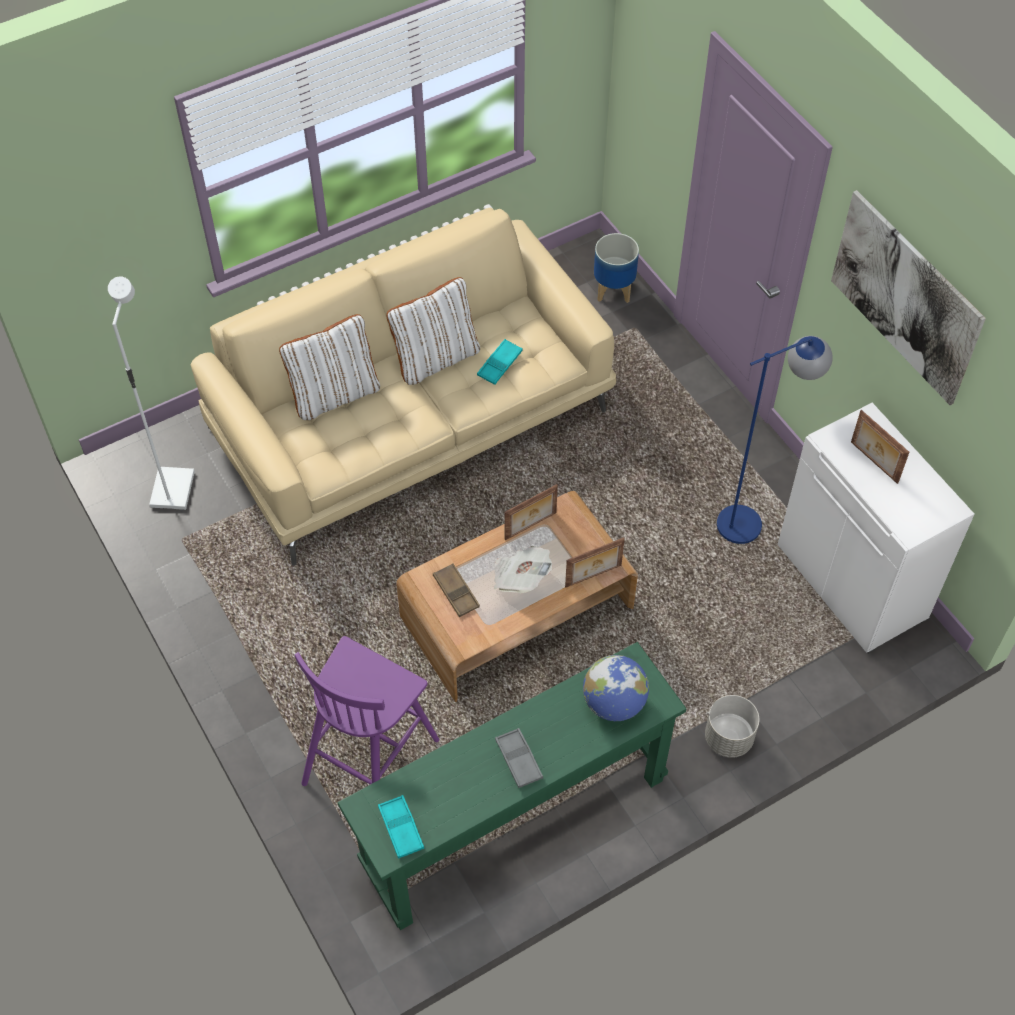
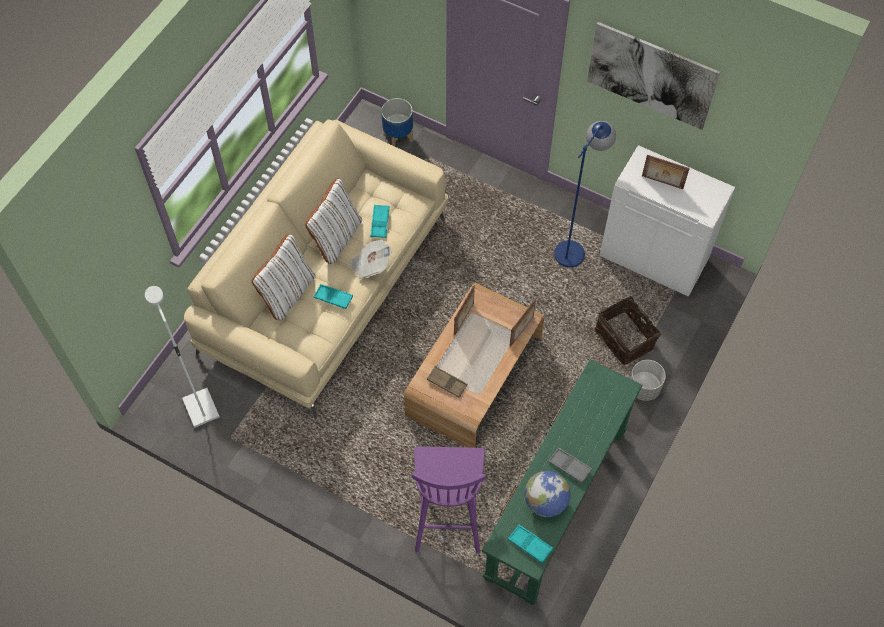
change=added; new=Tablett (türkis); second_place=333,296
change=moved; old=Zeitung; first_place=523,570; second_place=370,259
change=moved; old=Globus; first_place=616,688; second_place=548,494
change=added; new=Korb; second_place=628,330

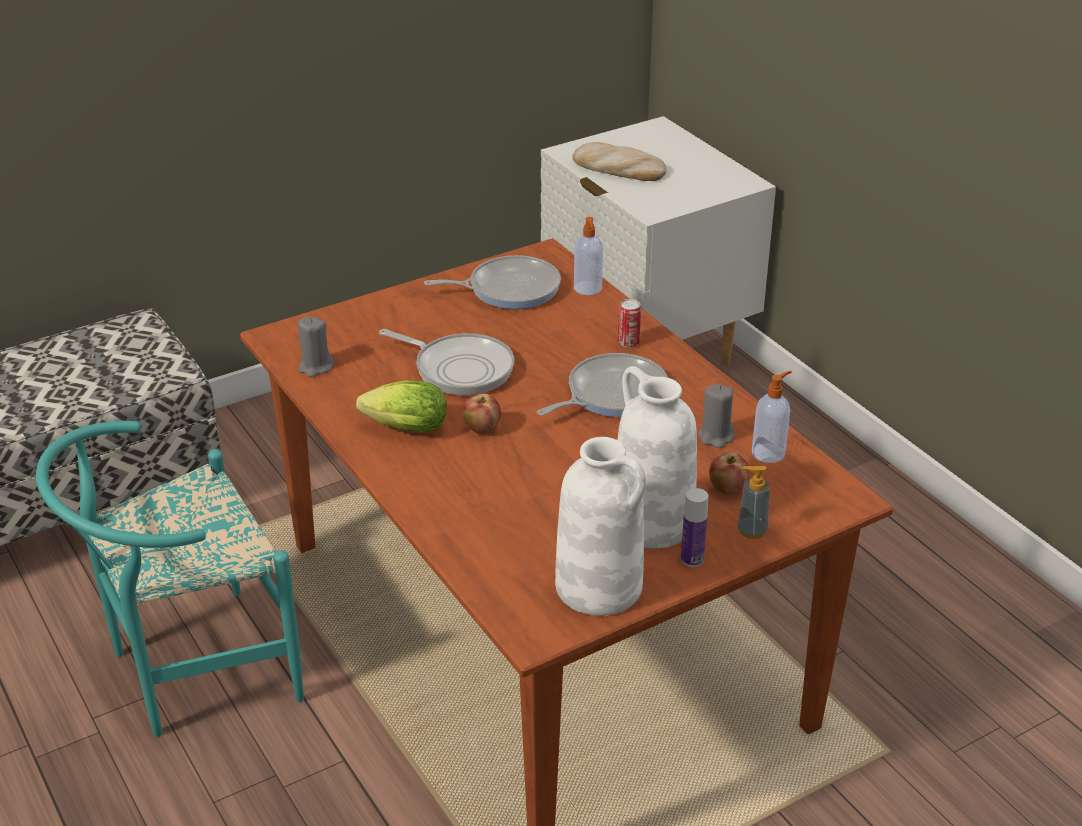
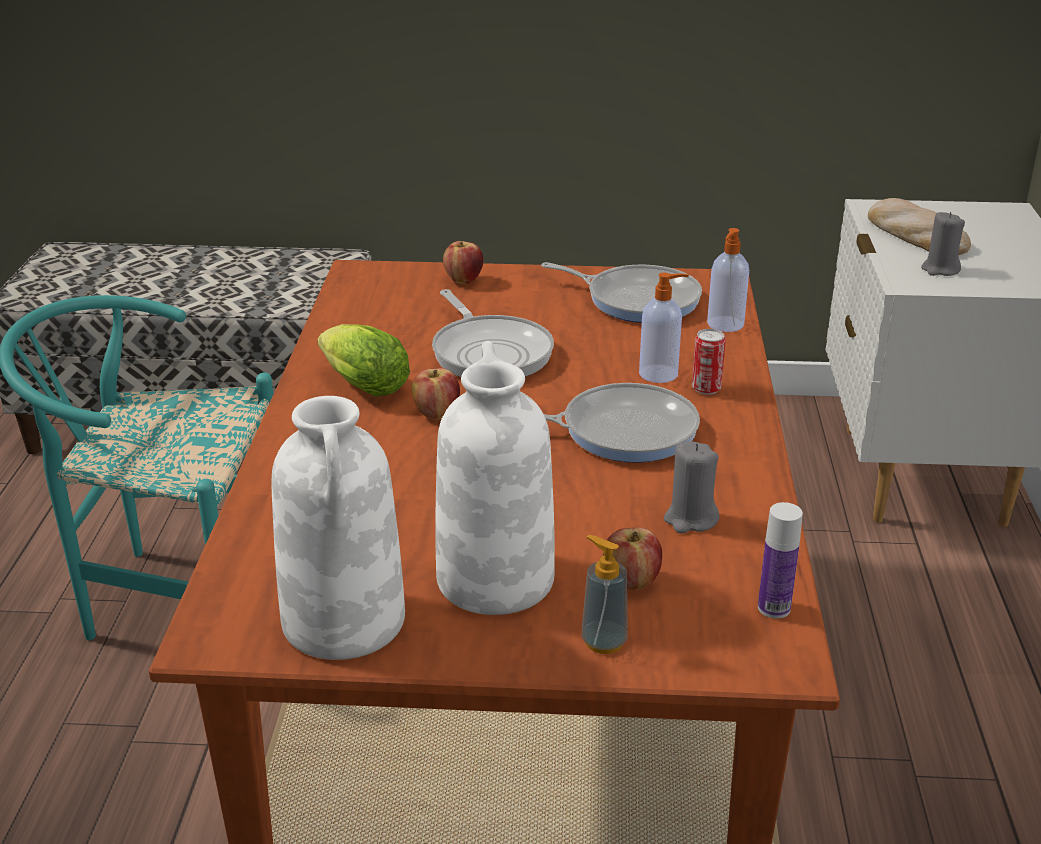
change=added; new=Apfel; second_place=463,262
change=moved; old=Seifenspender; first_place=772,417; second_place=664,328
change=moved; old=Flasche; first_place=694,527; second_place=780,560
change=moved; old=Kerze (grau); first_place=316,347; second_place=943,244

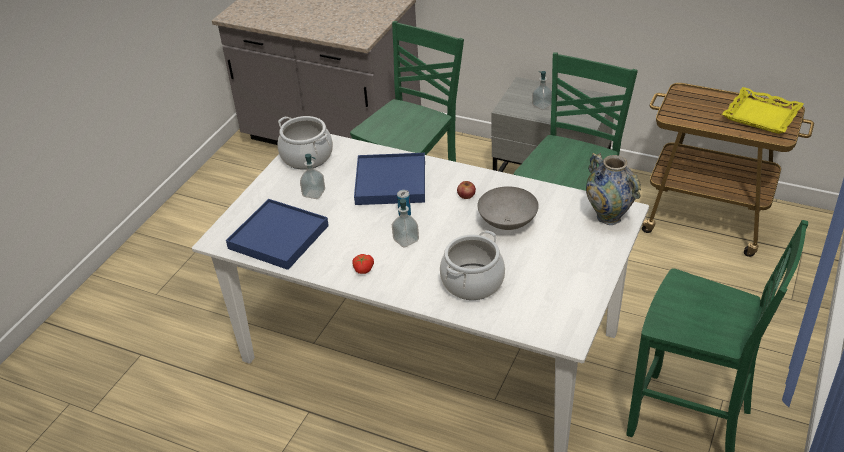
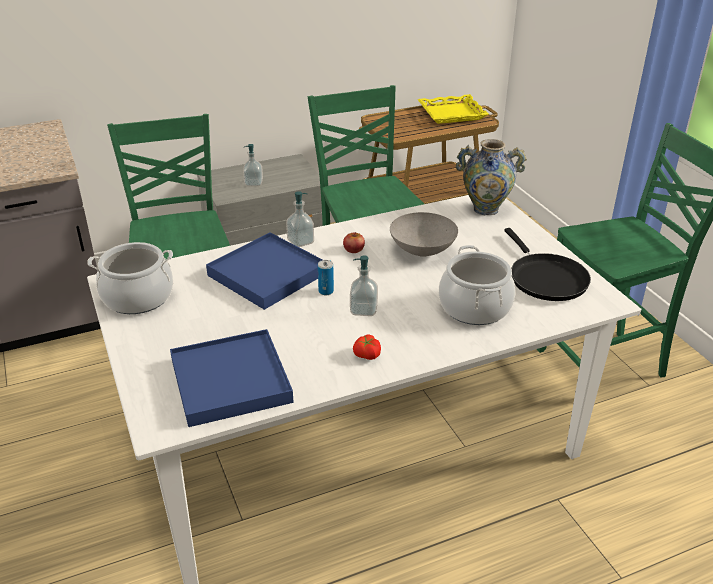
change=moved; old=Seifenspender; first_place=312,176; second_place=300,219
change=added; new=Pfanne (schwarz); second_place=547,264

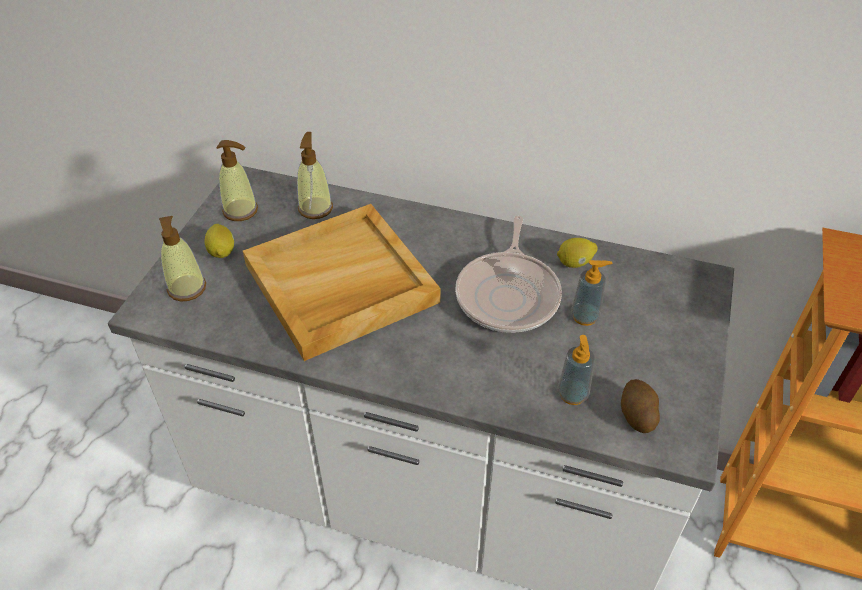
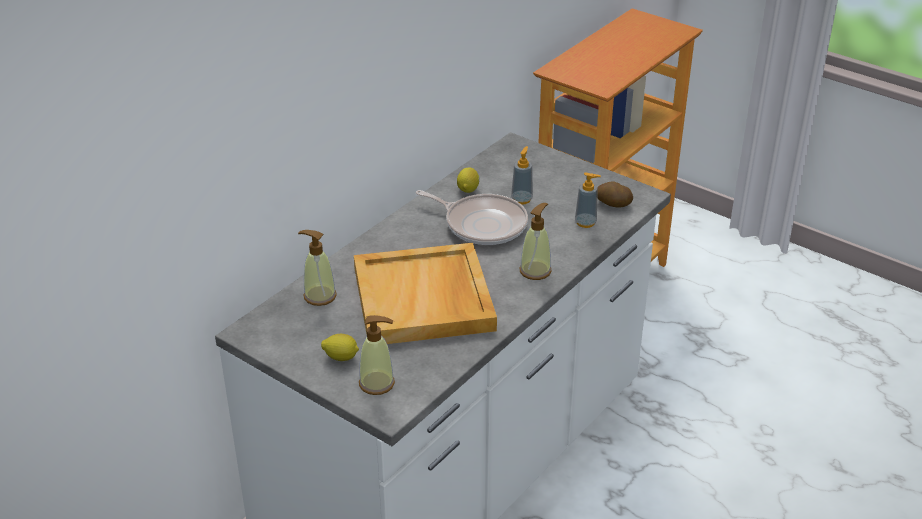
change=moved; old=Seifenspender; first_place=237,180; second_place=535,241

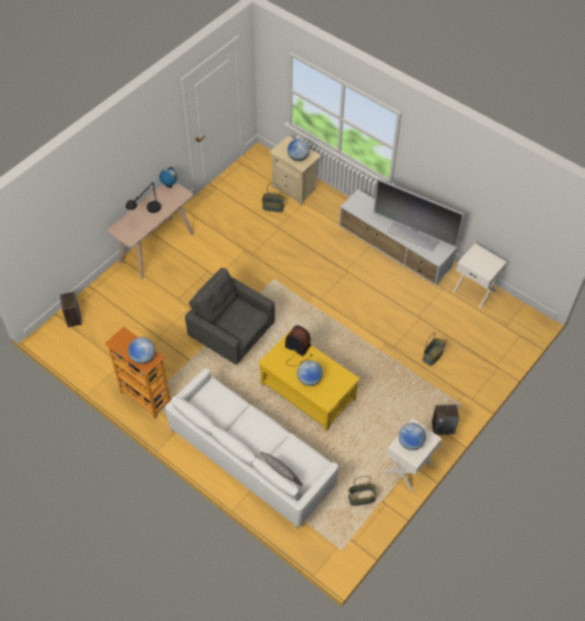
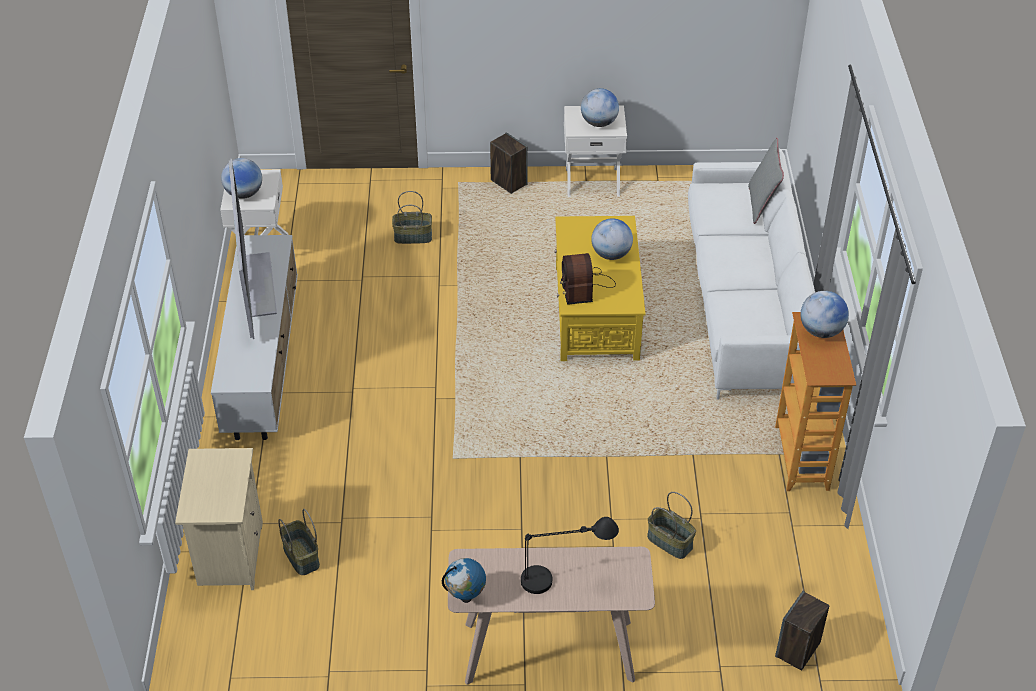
change=moved; old=Globus; first_place=298,150; second_place=241,178
change=moved; old=Korb; first_place=362,491; second_place=671,525
change=removed; old=Sessel (grau); first_place=230,316

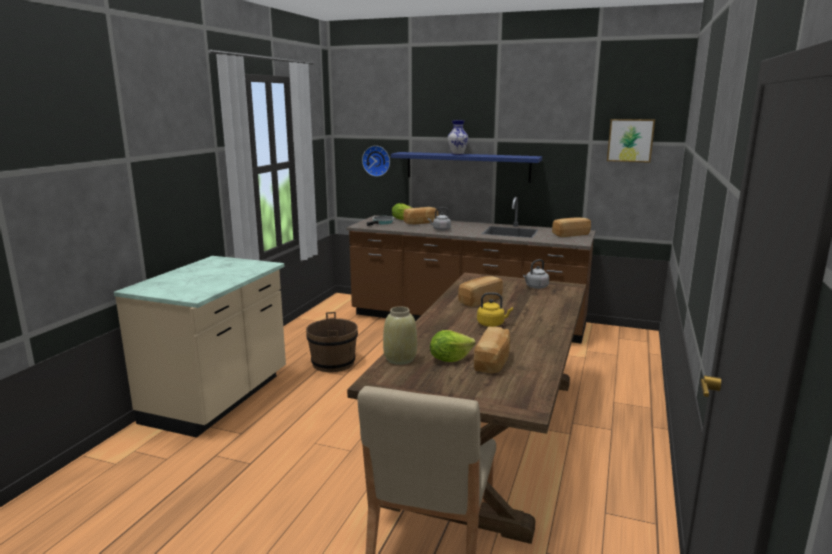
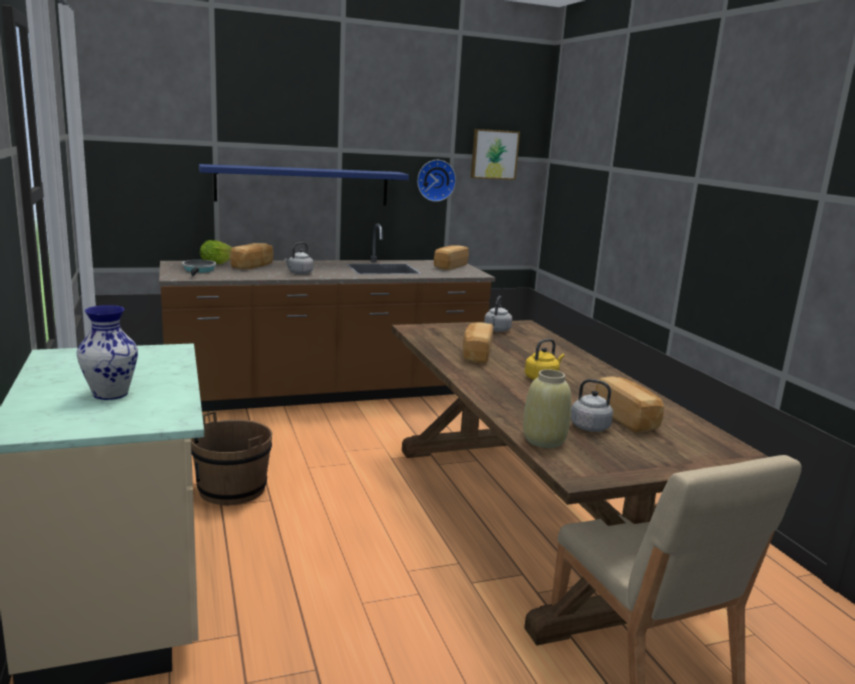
change=moved; old=Vase; first_place=458,138; second_place=107,352
change=moved; old=Wanduhr; first_place=376,161; second_place=436,181
change=replaced; old=Salatkopf; new=Wasserkessel (grau); first_place=453,346; second_place=592,405

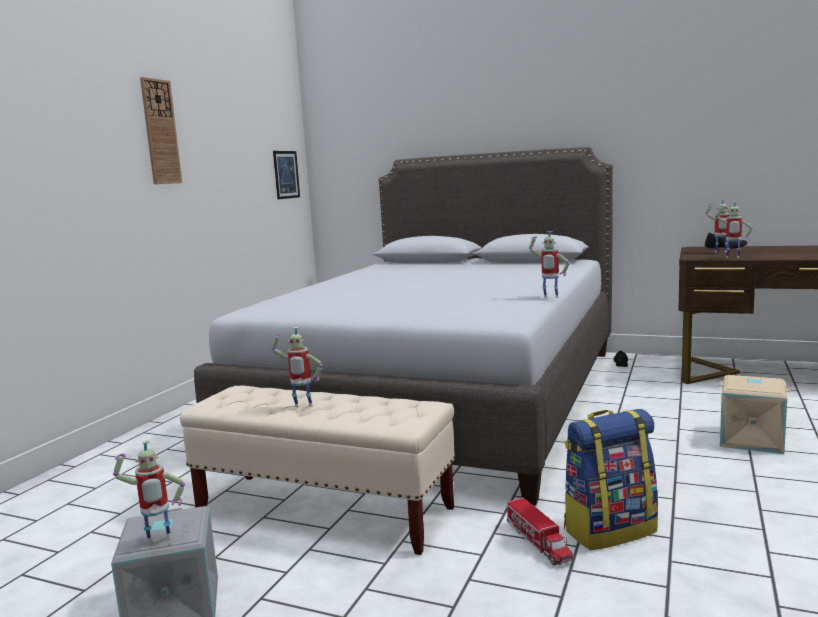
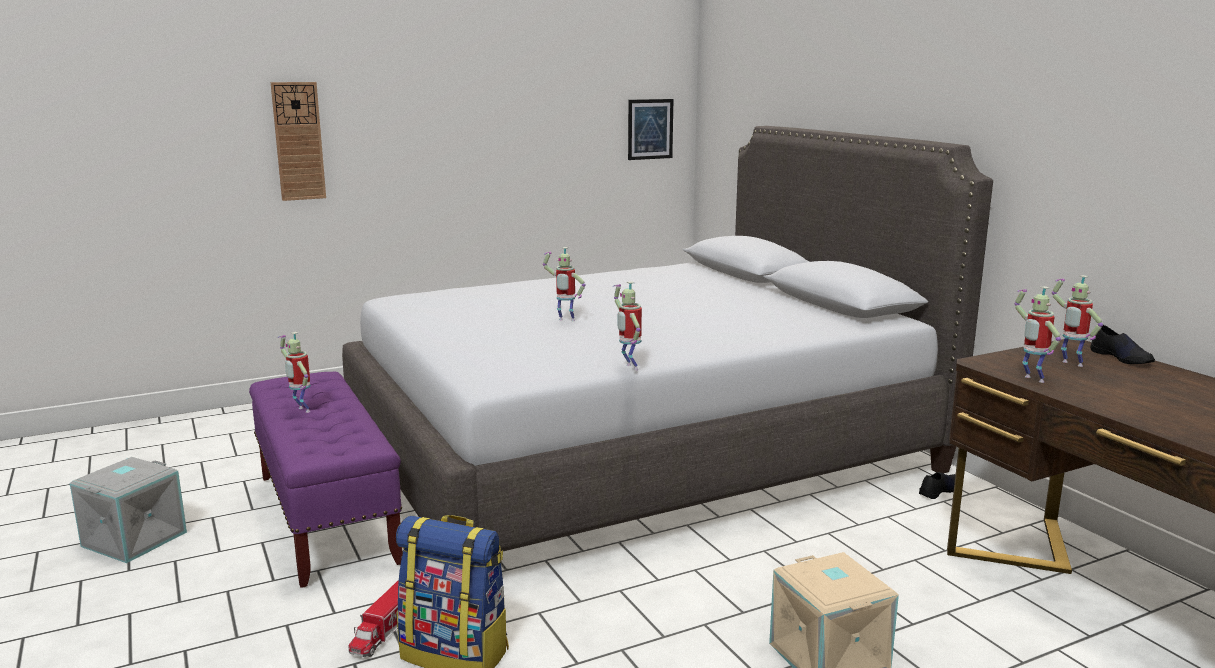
change=recoloured; old=Bank (beige); new=Bank (lila); first_place=317,470; second_place=326,480
change=moved; old=Wanduhr; first_place=161,130; second_place=298,141
change=moved; old=Spielzeugroboter; first_place=149,491; second_place=564,284

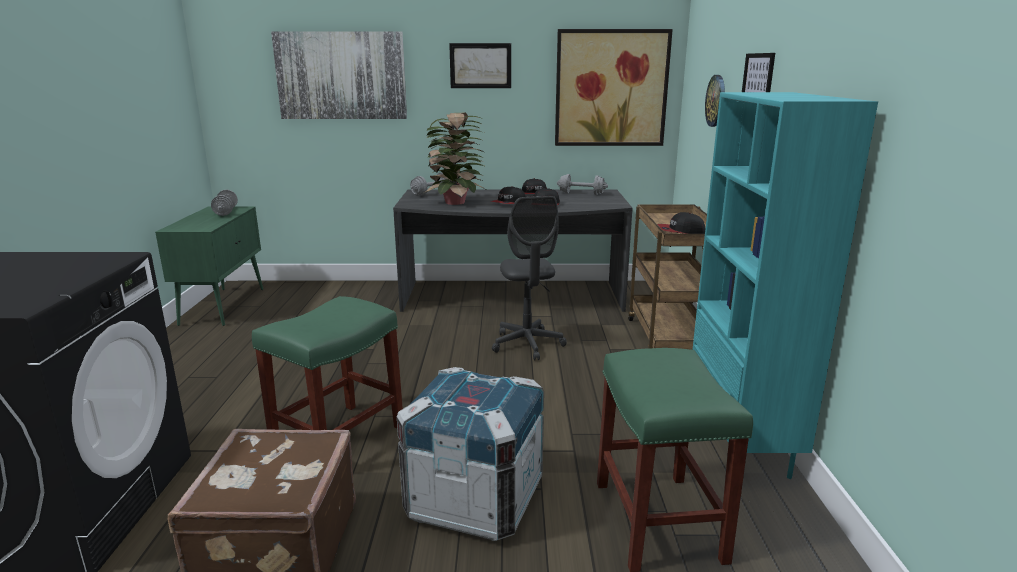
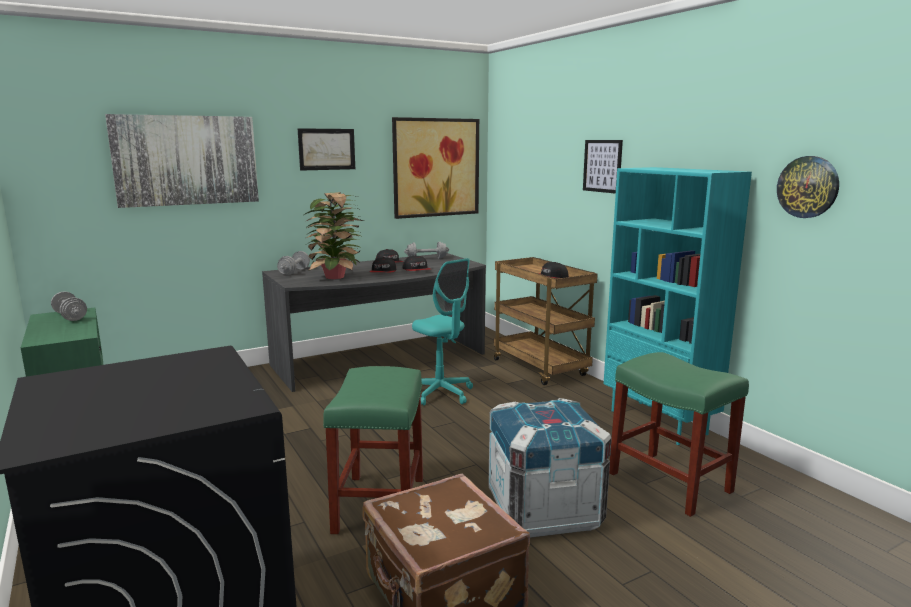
change=recoloured; old=Bürostuhl (grau); new=Bürostuhl (türkis); first_place=529,278; second_place=442,332
change=moved; old=Wanduhr; first_place=715,101; second_place=808,187

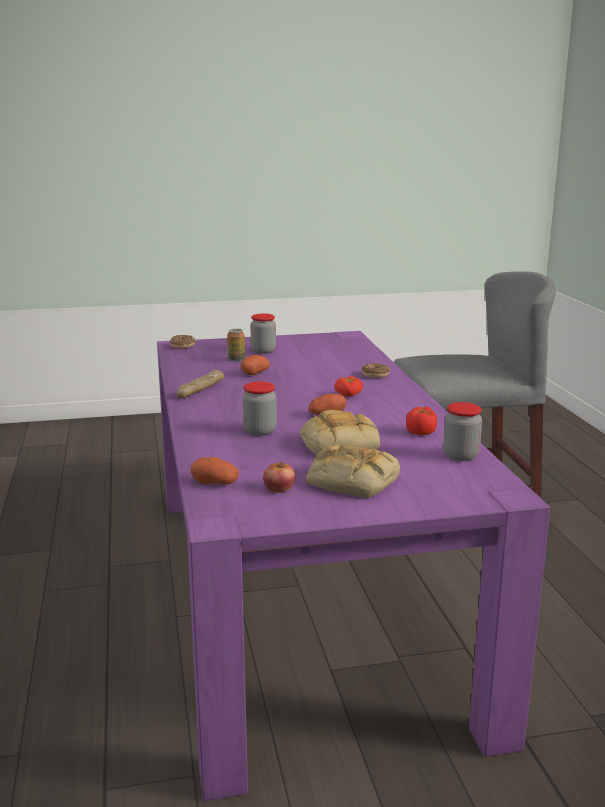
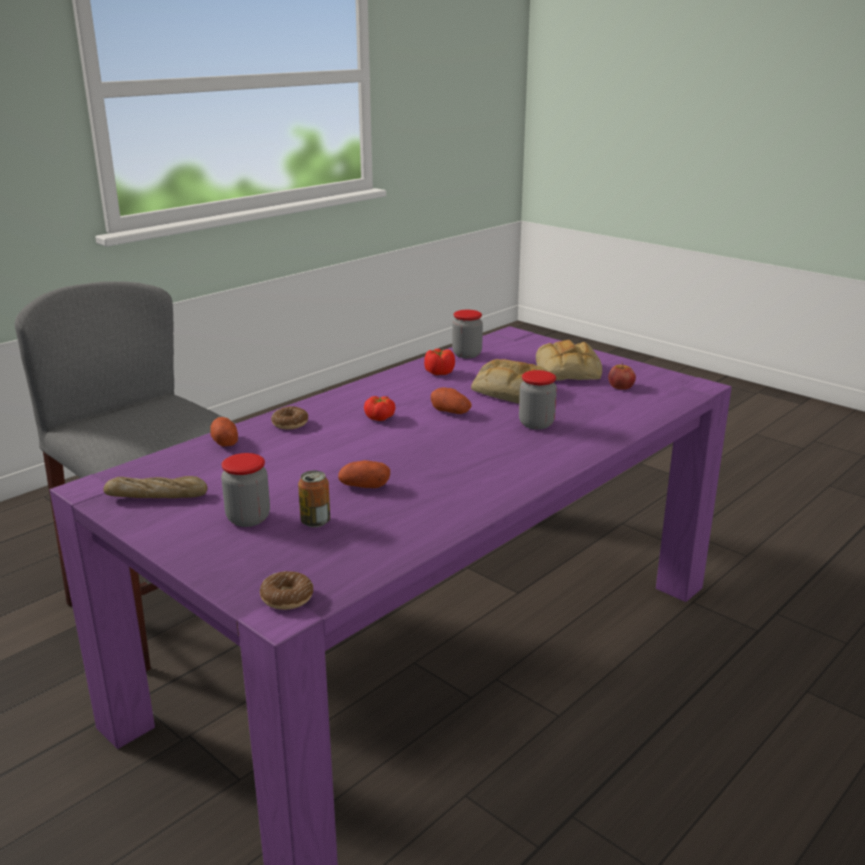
change=moved; old=Brot; first_place=200,384; second_place=155,487
change=moved; old=Kartoffel; first_place=215,470; second_place=224,432

